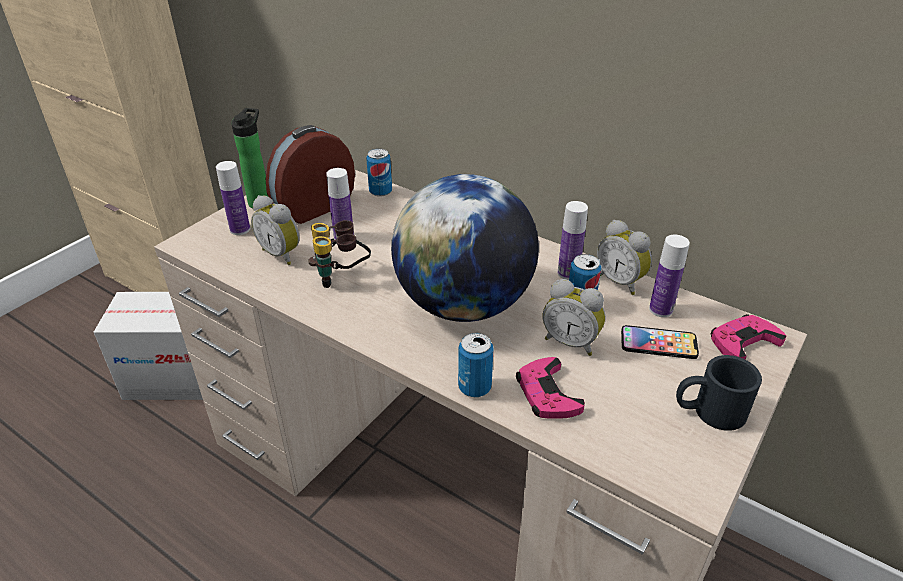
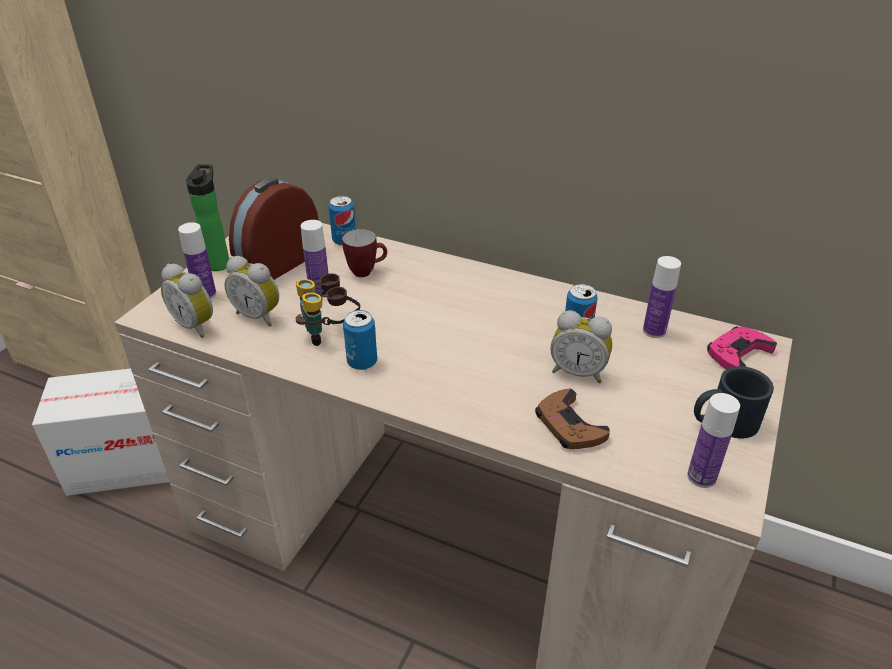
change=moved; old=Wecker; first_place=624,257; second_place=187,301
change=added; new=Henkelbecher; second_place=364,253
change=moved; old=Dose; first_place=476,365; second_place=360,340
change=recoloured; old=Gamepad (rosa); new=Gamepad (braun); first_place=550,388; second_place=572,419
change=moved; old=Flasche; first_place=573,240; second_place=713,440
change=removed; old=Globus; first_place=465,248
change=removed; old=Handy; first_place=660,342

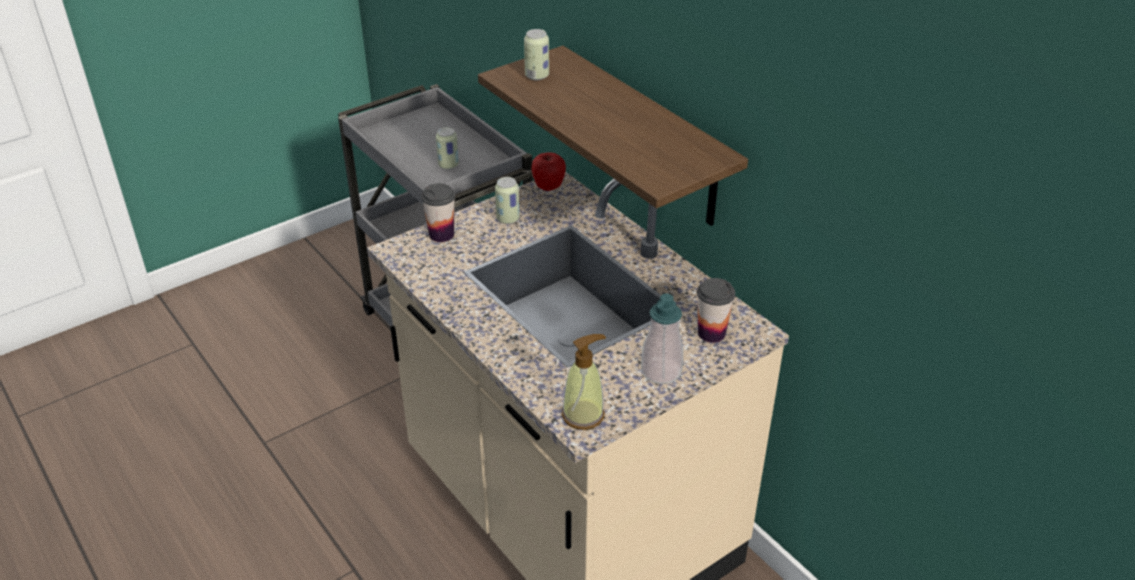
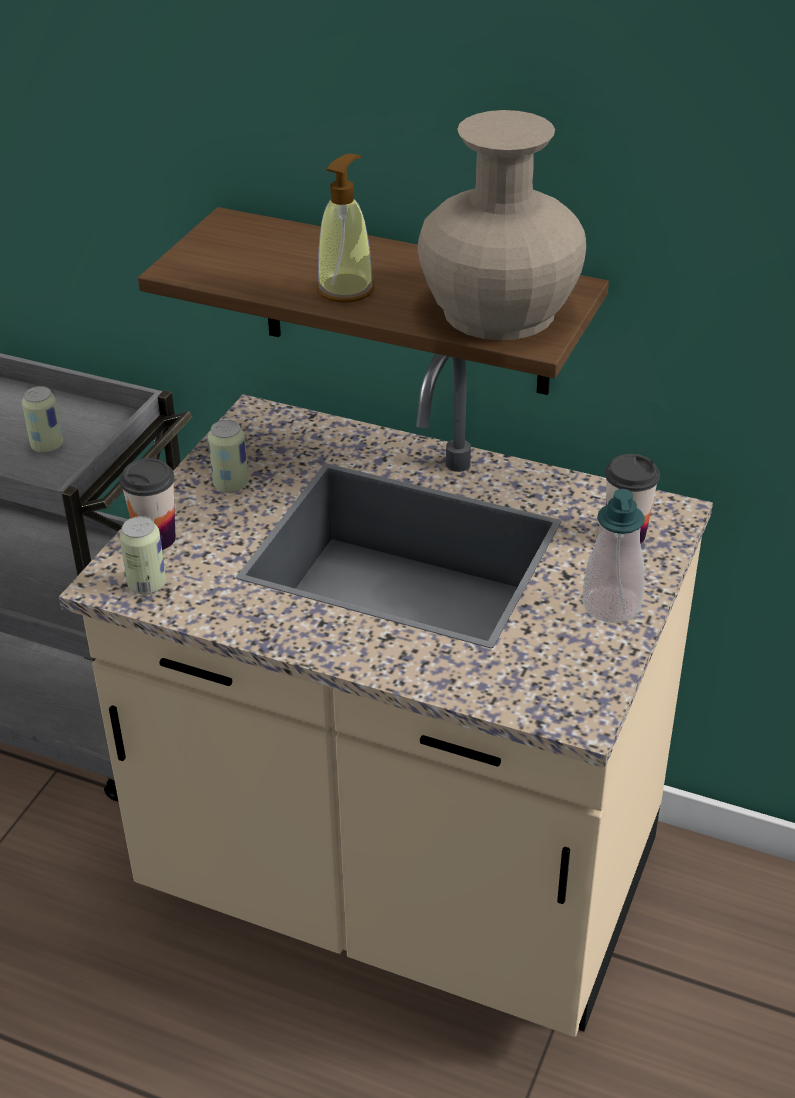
change=moved; old=Dose; first_place=536,54; second_place=143,555
change=moved; old=Seifenspender; first_place=584,382; second_place=345,228
change=added; new=Vase (beige); second_place=501,225
change=removed; old=Apfel; first_place=548,171

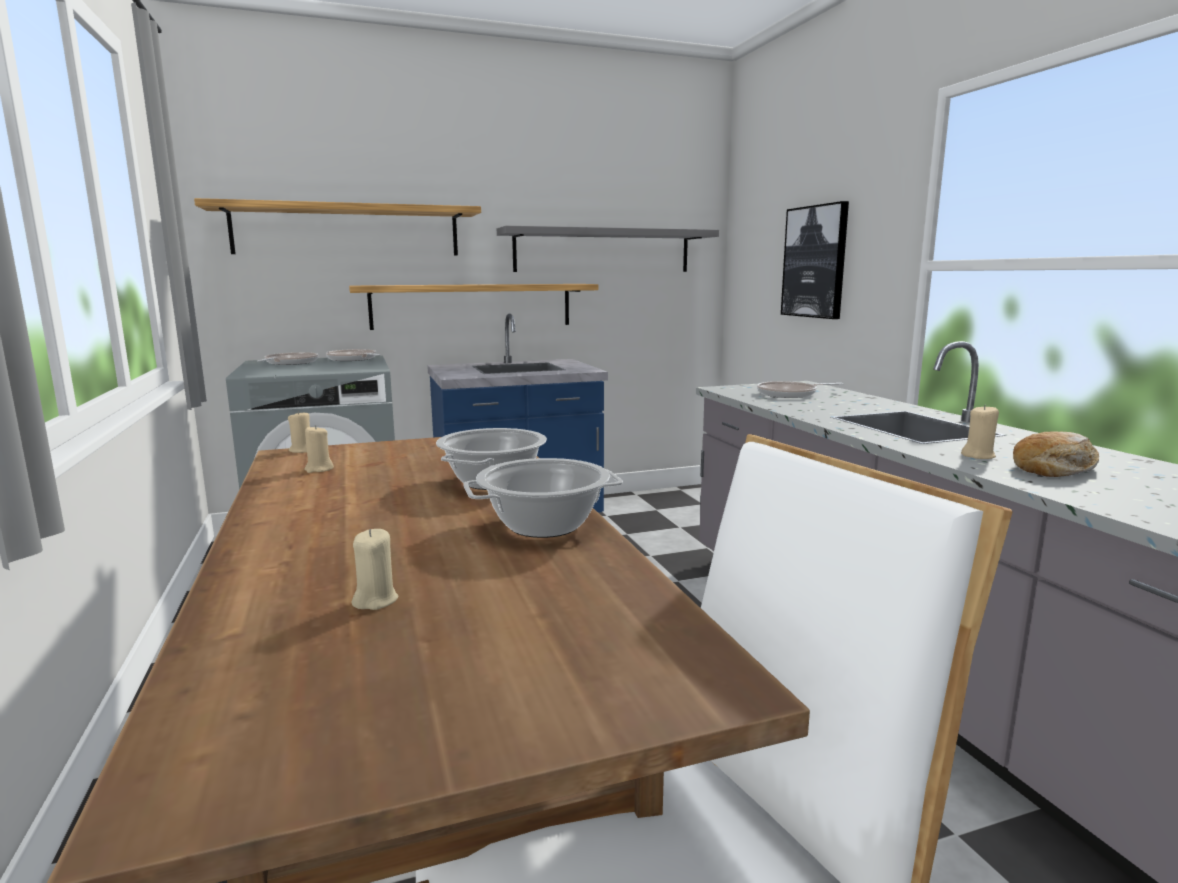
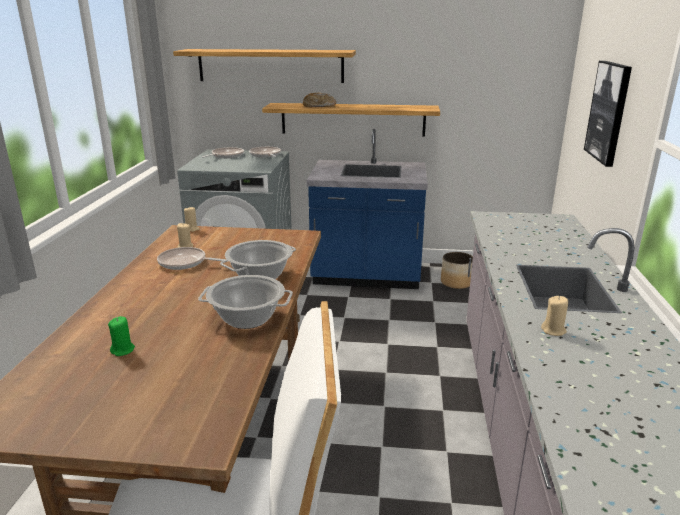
change=recoloured; old=Kerze (beige); new=Kerze (grün); first_place=375,569; second_place=121,336
change=moved; old=Pfanne; first_place=800,389; second_place=192,258
change=moved; old=Brot; first_place=1056,454; second_place=319,100
change=added; new=Pflanzkübel; second_place=457,270
change=removed; old=Wandregal (grau); first_place=608,249

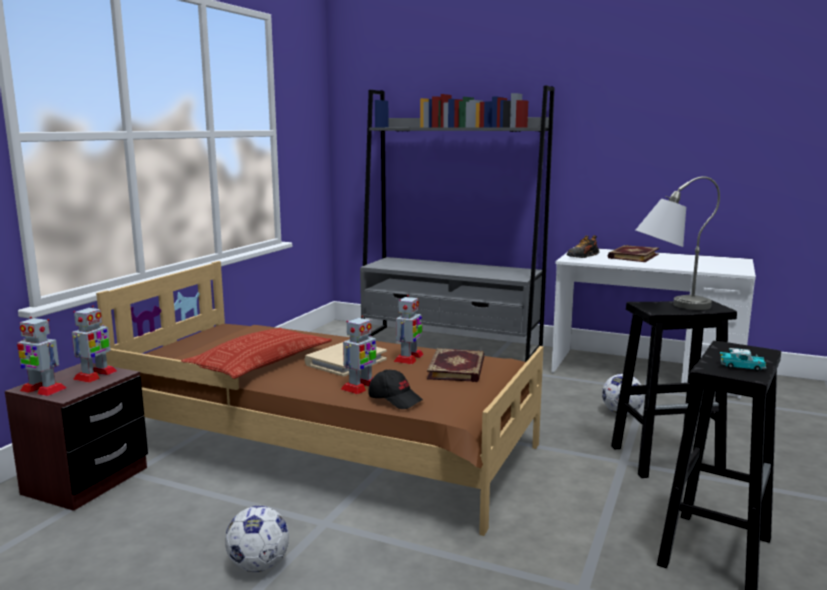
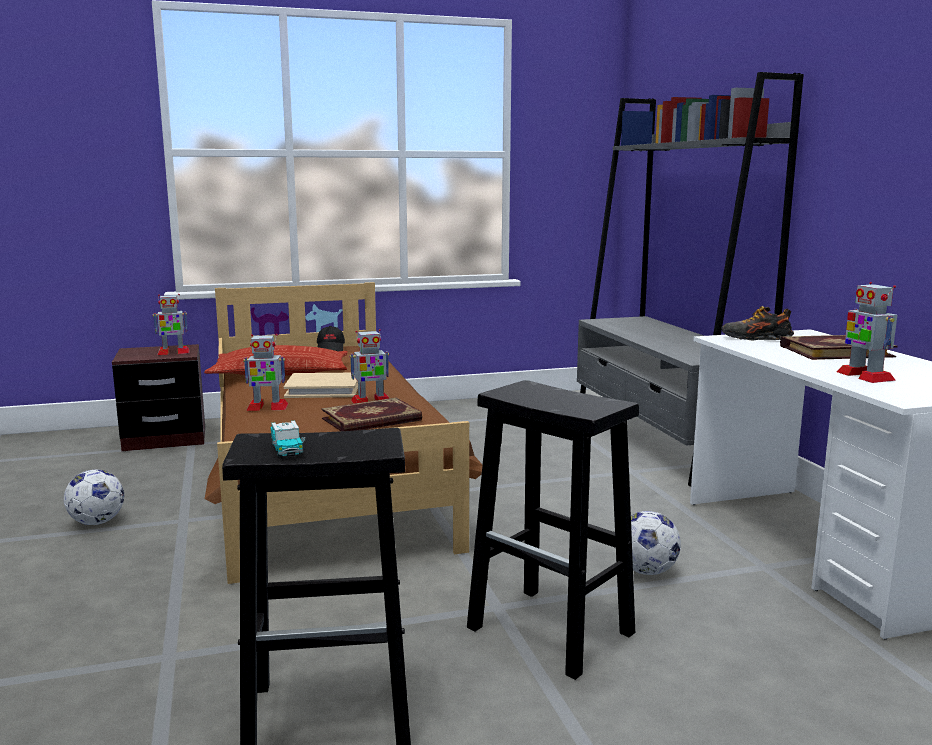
change=moved; old=Kappe (schwarz); first_place=395,389; second_place=331,338
change=moved; old=Spielzeugroboter; first_place=41,356; second_place=867,332
change=removed; old=Tischlampe (grau); first_place=678,243

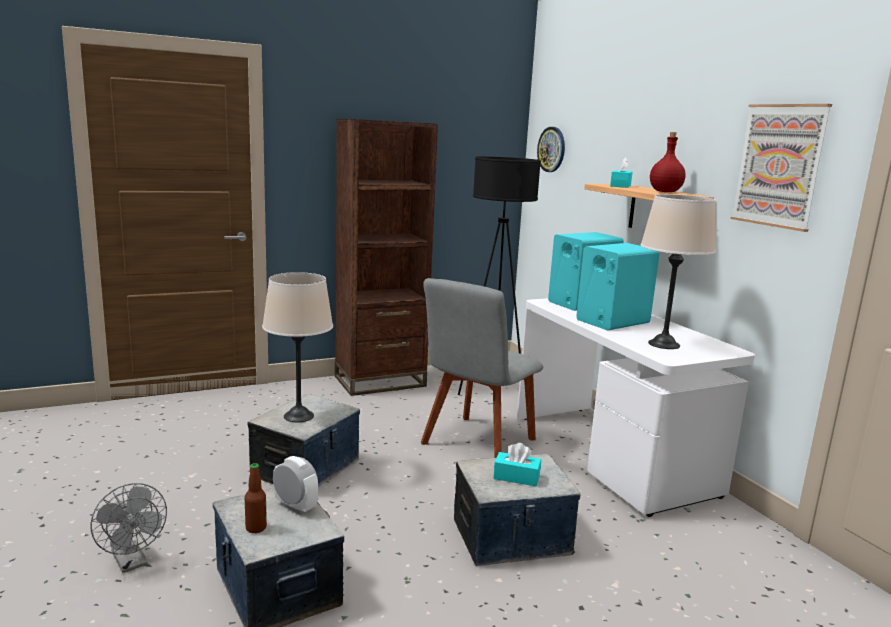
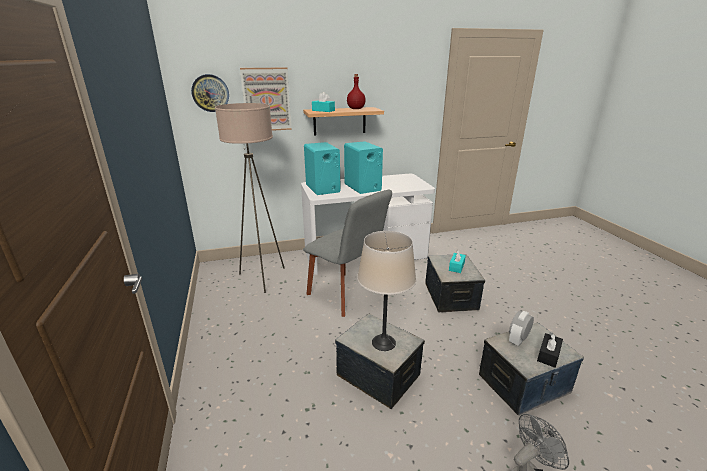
change=recoloured; old=Stehlampe (schwarz); new=Stehlampe (beige); first_place=499,275; second_place=250,198
change=moved; old=Bild; first_place=781,168; second_place=266,99
change=replaced; old=Flasche; new=Taschentuchbox (schwarz); first_place=256,498; second_place=550,350
change=removed; old=Bücherregal (braun); first_place=386,257
change=removed; old=Tischlampe (beige); first_place=678,271

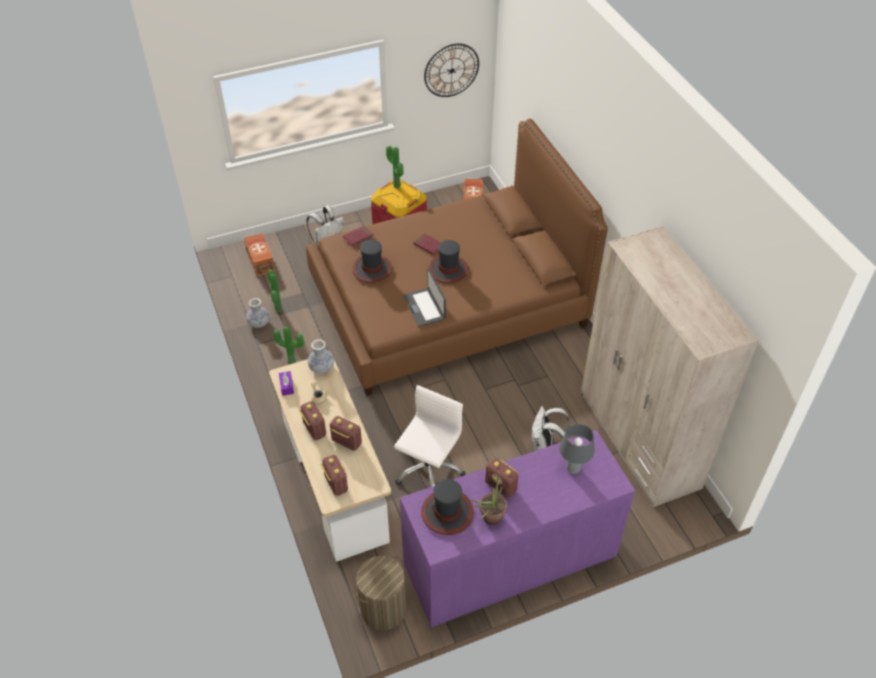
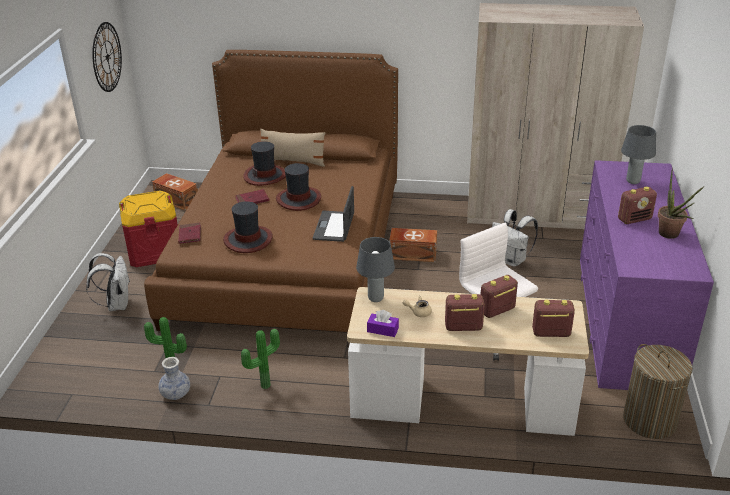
change=moved; old=Hut; first_place=447,507; second_place=264,163
change=added; new=Kissen (beige); second_place=293,148
change=turned; old=Laptop; first_place=424,298; second_place=333,214; degrees=90
change=replaced; old=Vase; new=Tischlampe (grau); first_place=321,356; second_place=375,269
change=moved; old=Aufbewahrungsbox (braun); first_place=259,255; second_place=413,245
change=removed; old=Topfpflanze; first_place=395,167

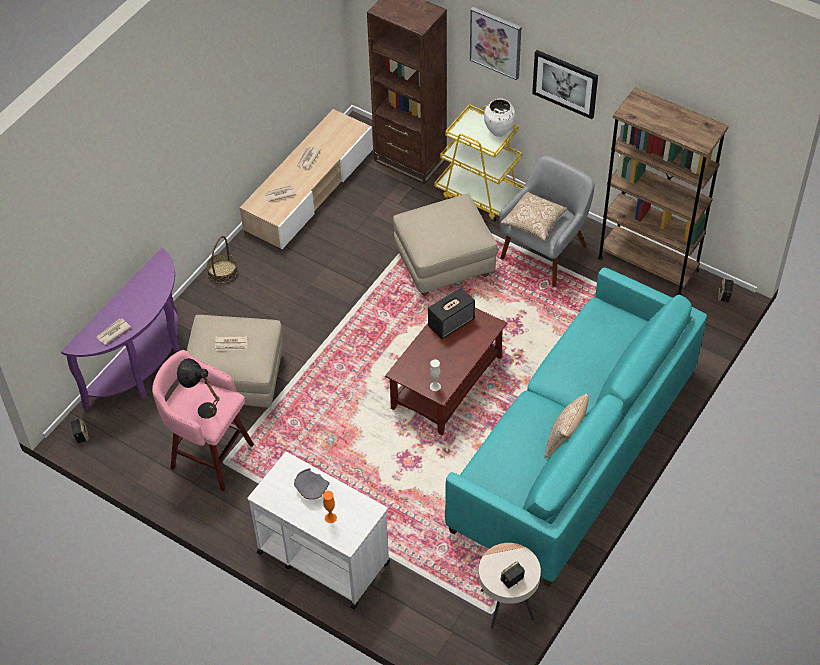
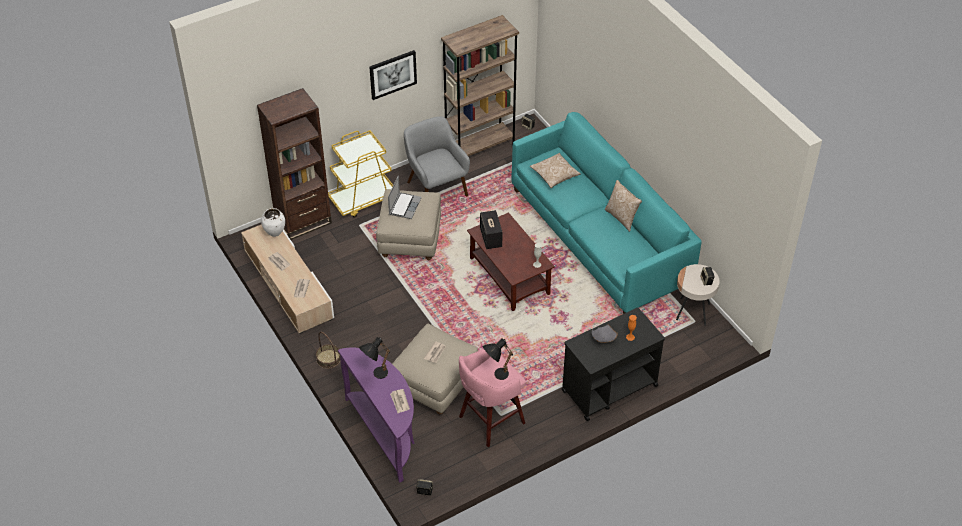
change=moved; old=Vase (weiß); first_place=500,118; second_place=273,222
change=added; new=Tischlampe (schwarz); second_place=374,358
change=added; new=Laptop; second_place=405,197
change=moved; old=Kissen; first_place=534,216; second_place=555,170
change=recoloured; old=Rollwagen (weiß); new=Rollwagen (schwarz); first_place=319,530; second_place=613,364
change=removed; old=Bild; first_place=496,43

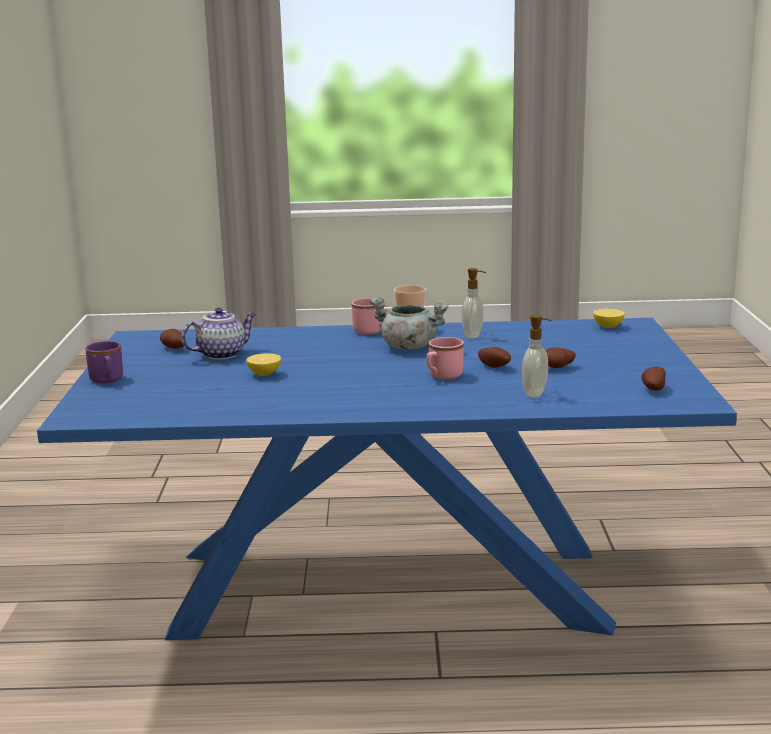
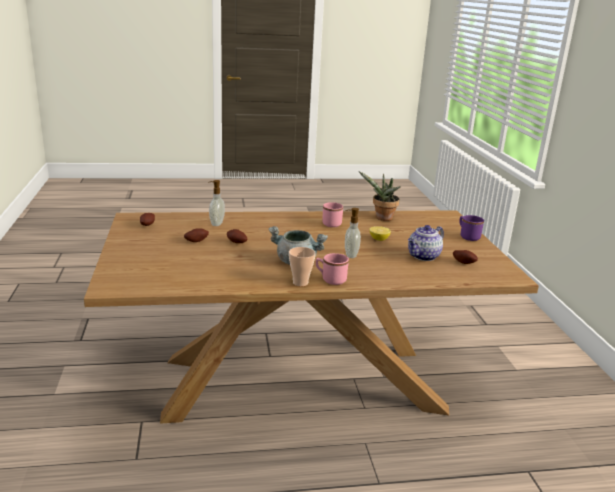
change=recoloured; old=Esstisch (blau); new=Esstisch (braun); first_place=387,479; second_place=311,317
change=moved; old=Henkelbecher (rosa); first_place=445,358; second_place=332,214
change=moved; old=Seifenspender; first_place=474,303; second_place=353,233
change=added; new=Topfpflanze; second_place=380,196
change=removed; old=Zitrone; first_place=609,318

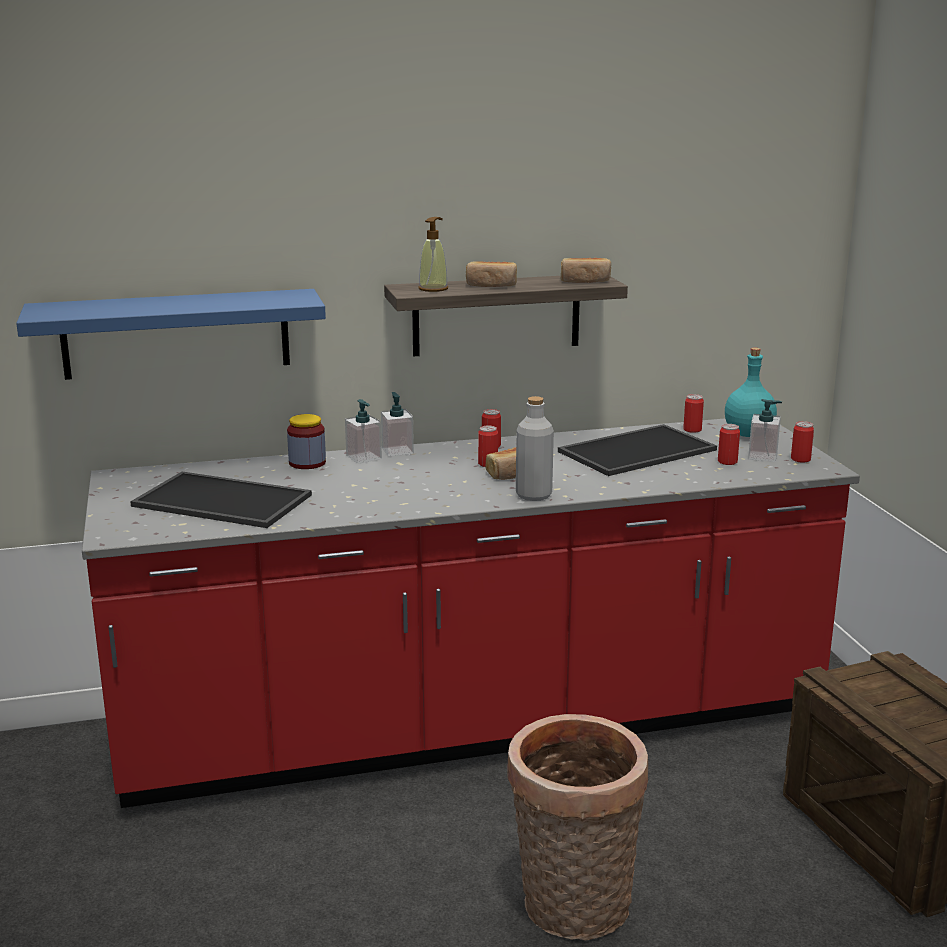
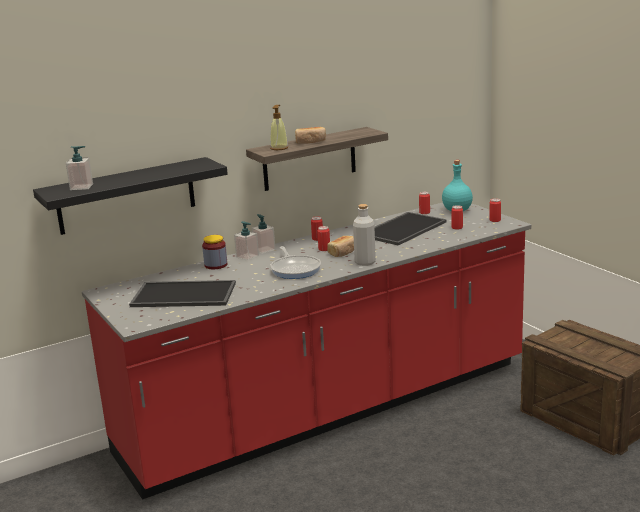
change=recoloured; old=Wandregal (blau); new=Wandregal (schwarz); first_place=171,334; second_place=130,196
change=moved; old=Seifenspender; first_place=765,430; second_place=79,168
change=added; new=Pfanne; second_place=295,262
change=removed; old=Korb; first_place=577,827
change=removed; old=Brot; first_place=586,270

